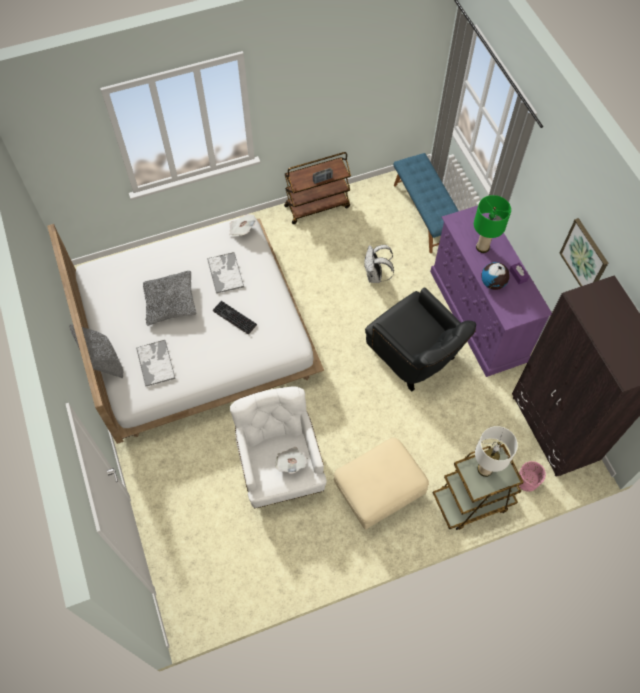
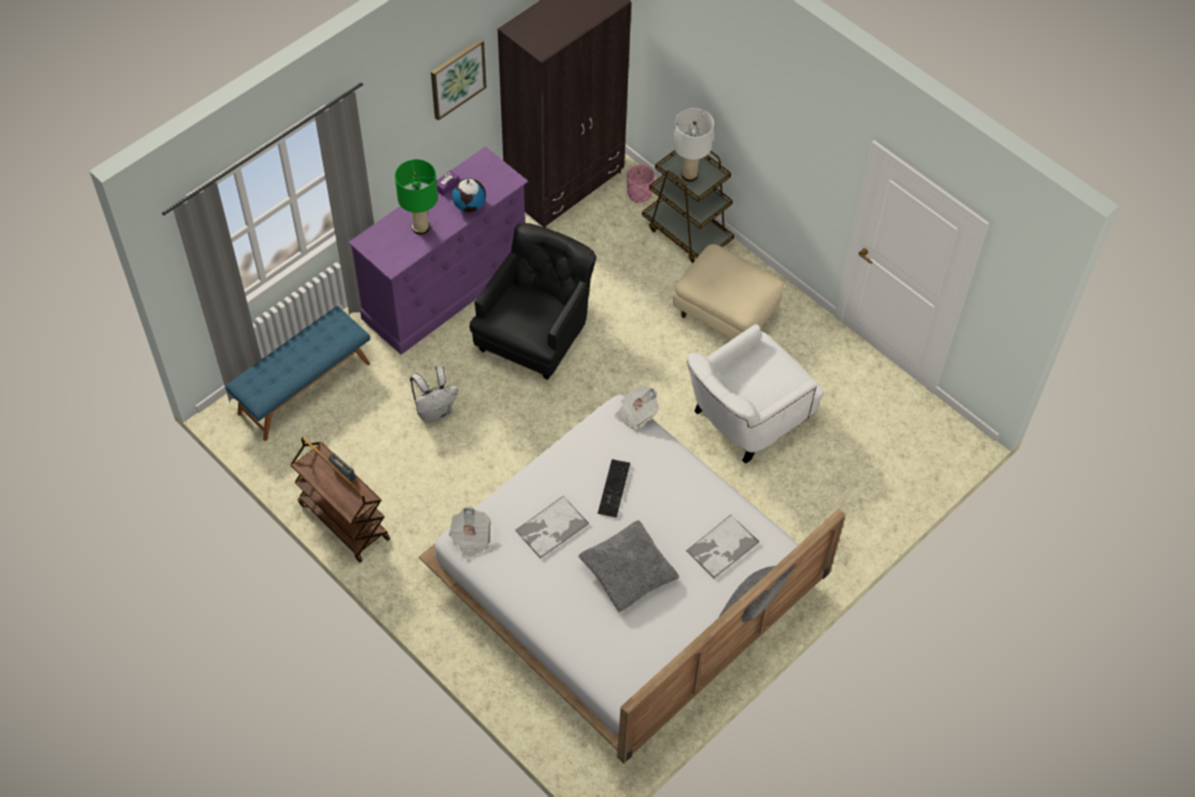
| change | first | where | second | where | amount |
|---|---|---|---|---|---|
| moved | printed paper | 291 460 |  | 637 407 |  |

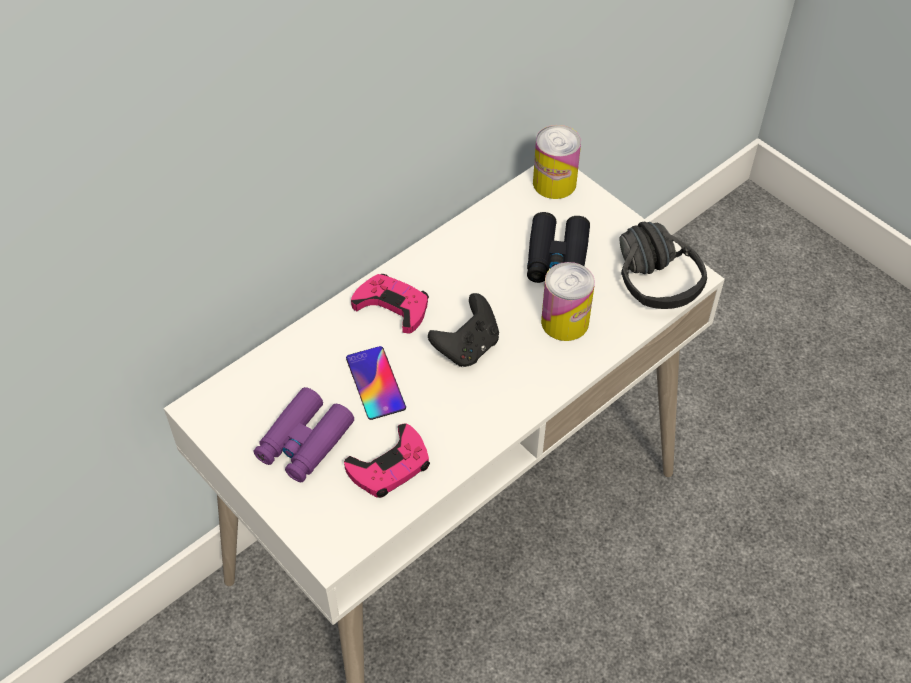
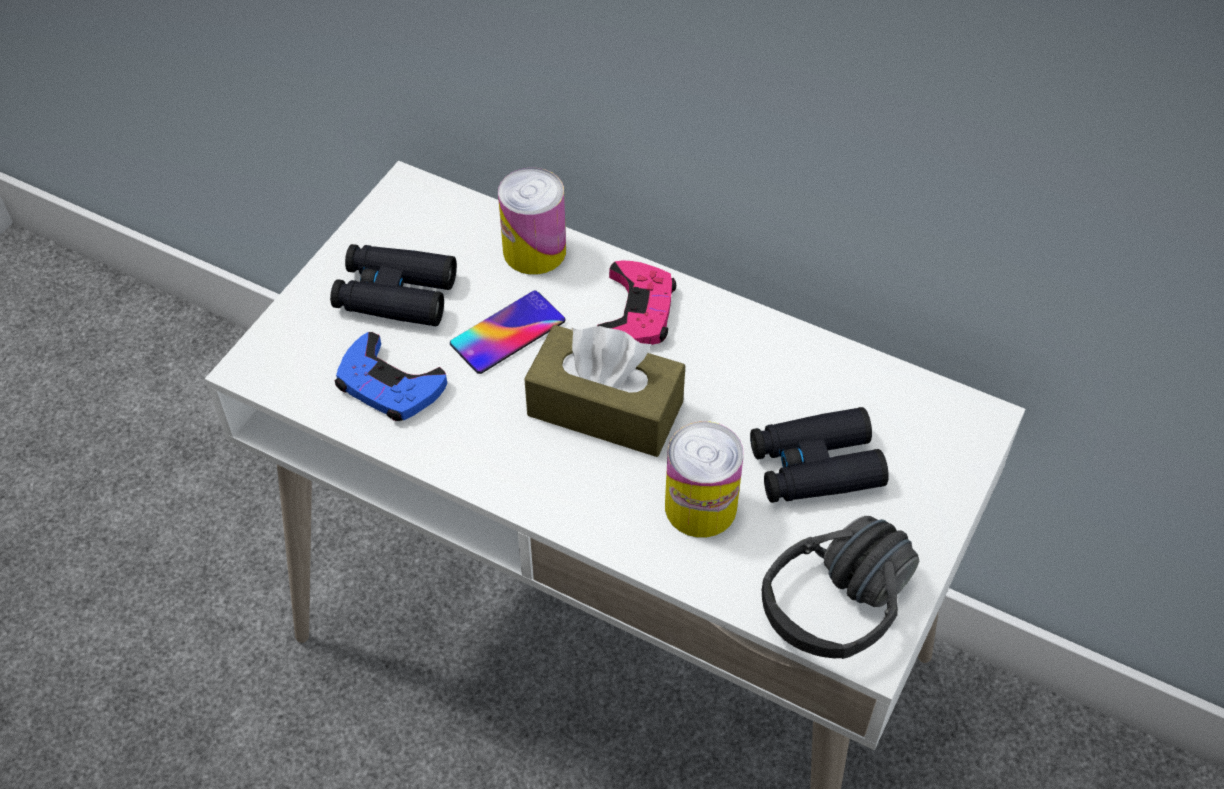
| change | first | where | second | where | amount |
|---|---|---|---|---|---|
| moved | can | 557 162 |  | 532 221 |  |
| replaced | game controller (blackish) | 463 330 | tissue holder (brown) | 604 391 |  |
| recoloured | pair of binoculars (purple) | 304 434 | pair of binoculars (blackish) | 393 285 |  |
| recoloured | game controller (pink) | 387 460 | game controller (blue-coloured) | 391 376 |  |

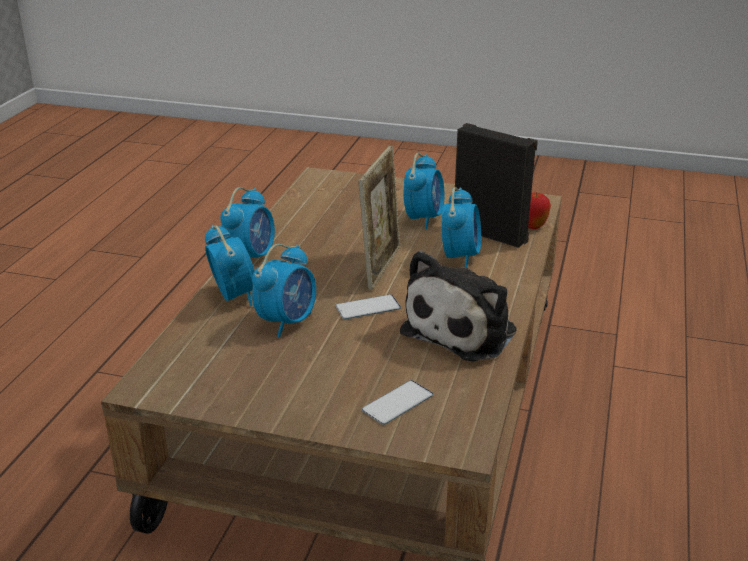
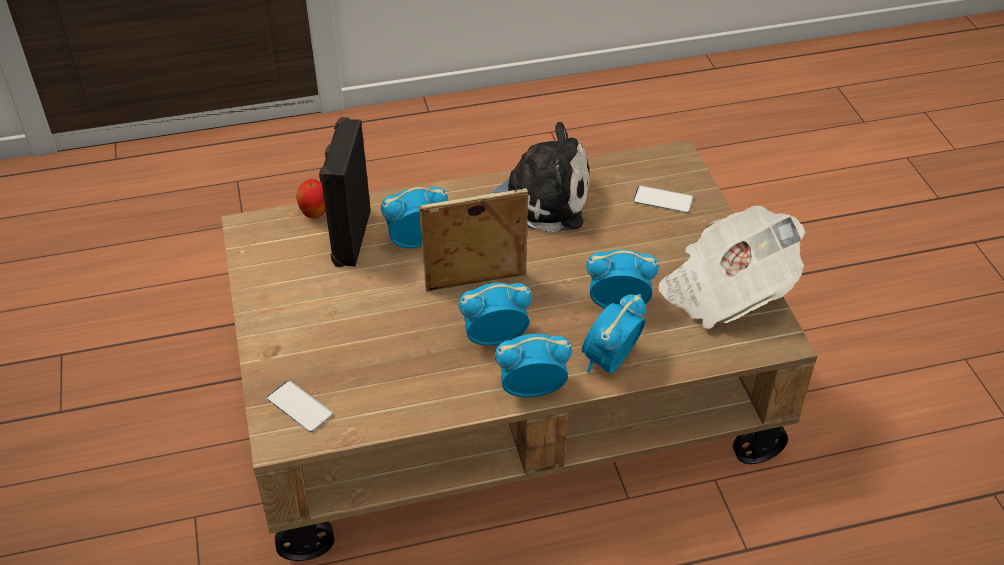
| change | first | where | second | where | amount |
|---|---|---|---|---|---|
| added |  |  | printed paper | 732 267 |  |
| moved | telephone | 368 307 |  | 299 406 |  |
| moved | bedside clock | 423 191 |  | 495 314 |  |

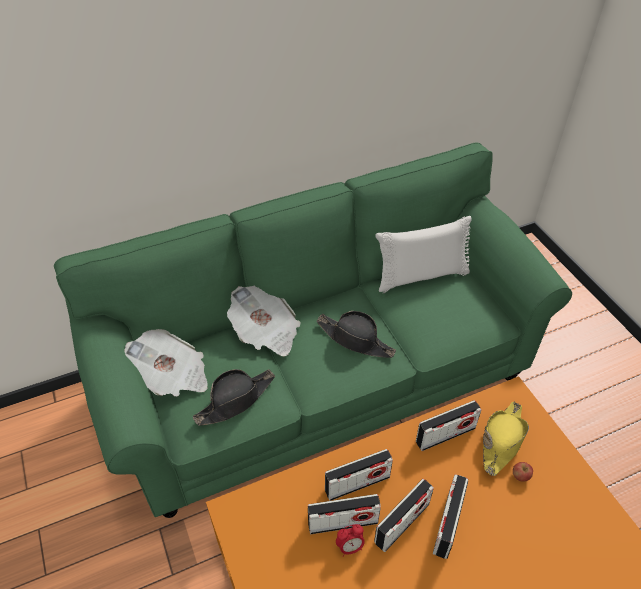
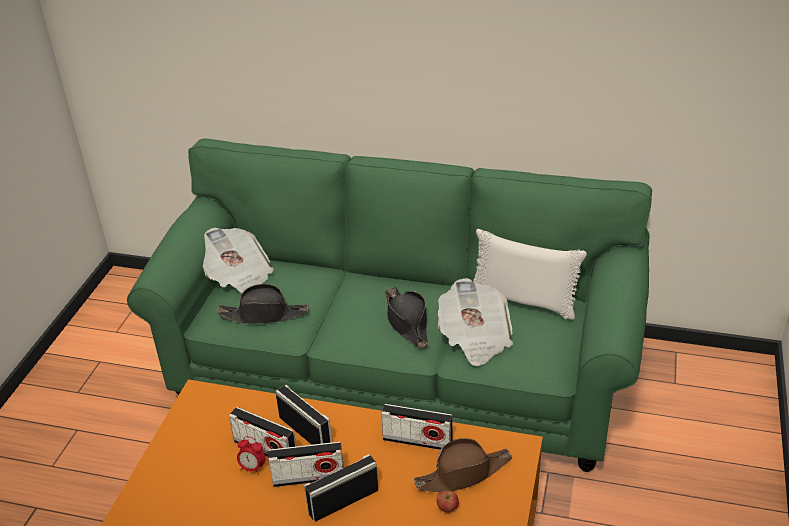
| change | first | where | second | where | amount |
|---|---|---|---|---|---|
| moved | printed paper | 264 321 |  | 475 322 |  |
| recoloured | hat (yellow) | 506 438 | hat (brown) | 463 465 |  |
| turned | radio receiver | 359 475 |  | 304 414 | 150 degrees counterclockwise |

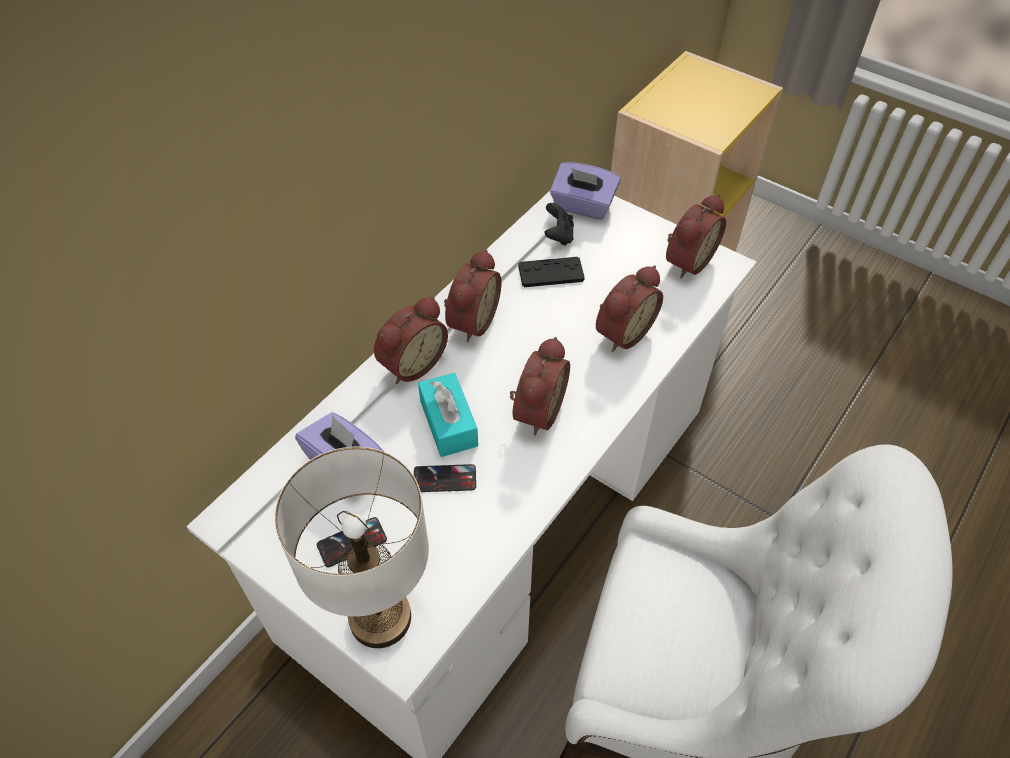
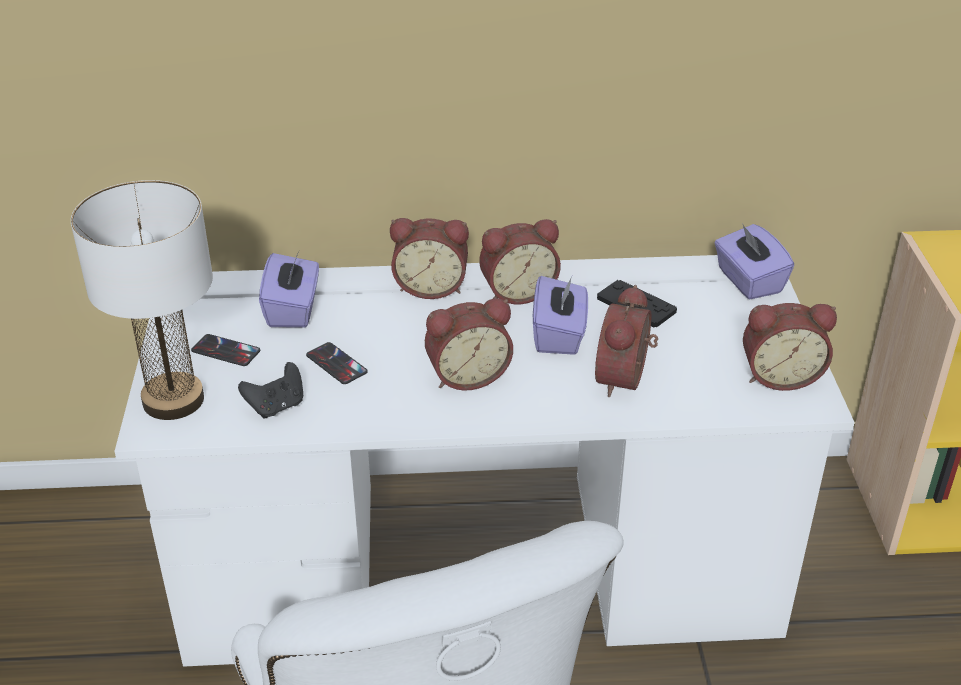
| change | first | where | second | where | amount |
|---|---|---|---|---|---|
| removed | tissue holder (turquoise) | 448 415 |  |  |  |
| added |  |  | tissue holder (purple) | 560 315 |  |
| moved | game controller (blackish) | 559 224 |  | 270 390 |  |
| turned | bedside clock | 629 308 |  | 626 341 | 105 degrees clockwise |

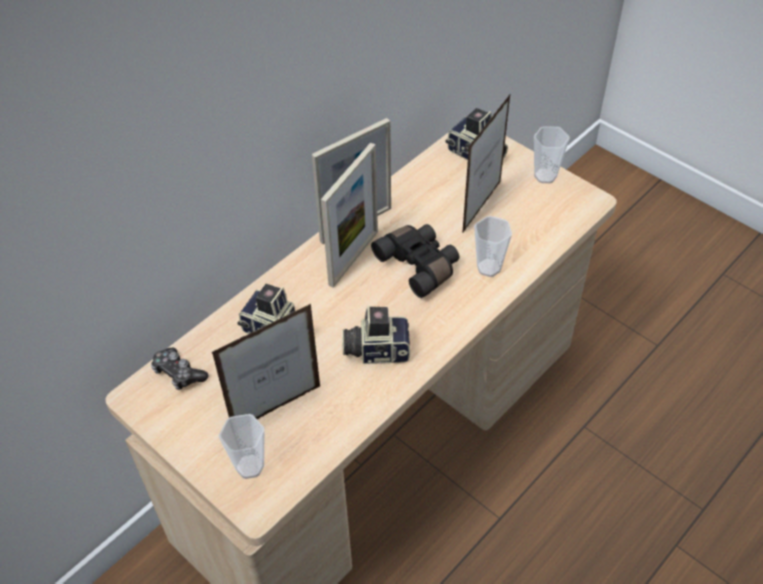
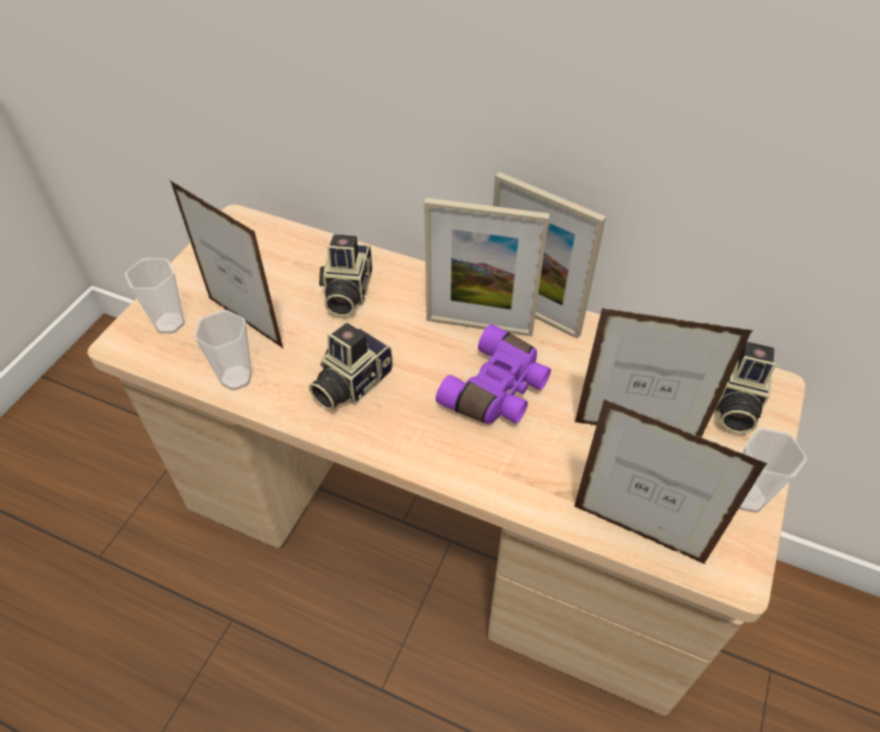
| change | first | where | second | where | amount |
|---|---|---|---|---|---|
| removed | game controller | 179 369 |  |  |  |
| added |  |  | picture frame | 671 481 |  |
| moved | drinking cup | 493 246 |  | 223 350 |  |
| recoloured | pair of binoculars (blackish) | 415 261 | pair of binoculars (purple) | 493 374 |  |
| turned | still camera | 376 334 |  | 351 366 | 120 degrees counterclockwise |

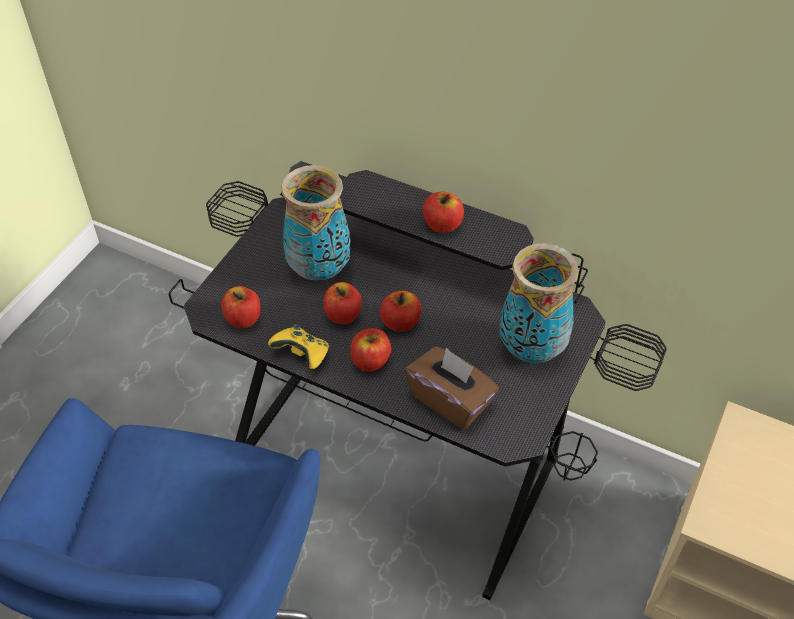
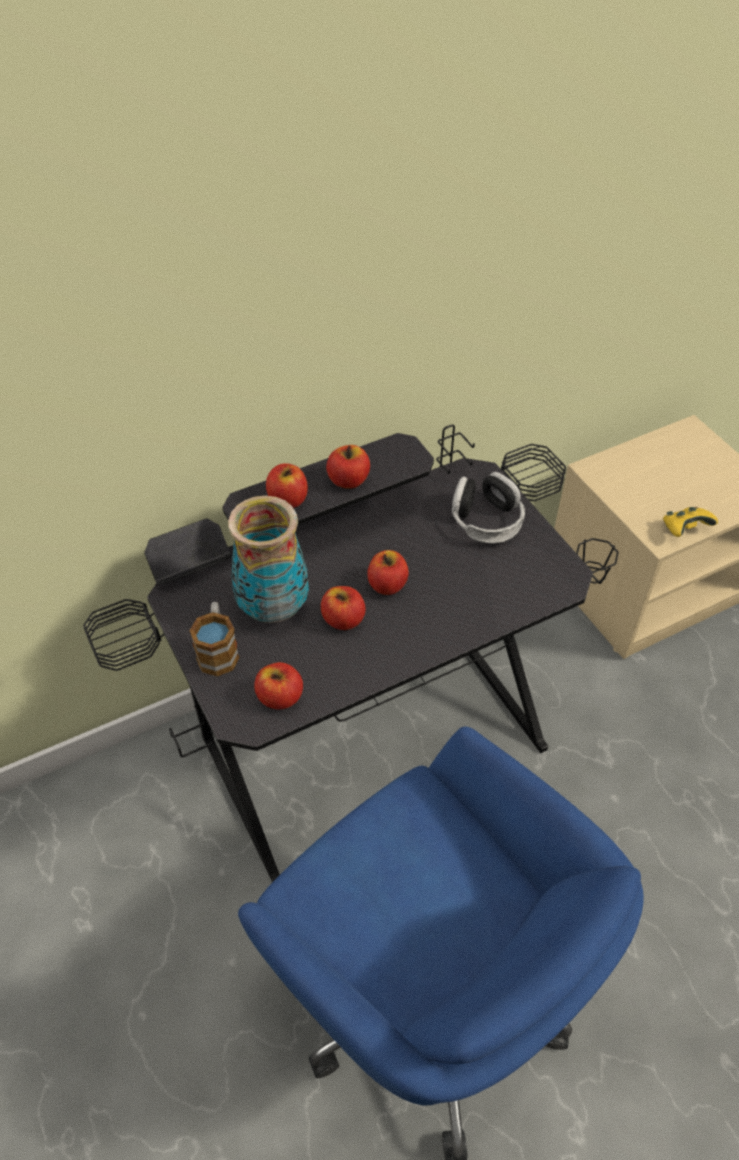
| change | first | where | second | where | amount |
|---|---|---|---|---|---|
| removed | tissue holder (brown) | 452 388 |  |  |  |
| added |  |  | mug | 214 639 |  |
| moved | game controller (yellow) | 298 346 |  | 690 522 |  |
| moved | apple | 370 350 |  | 287 485 |  |
| replaced | vase | 539 303 | pair of headphones | 488 508 |  |

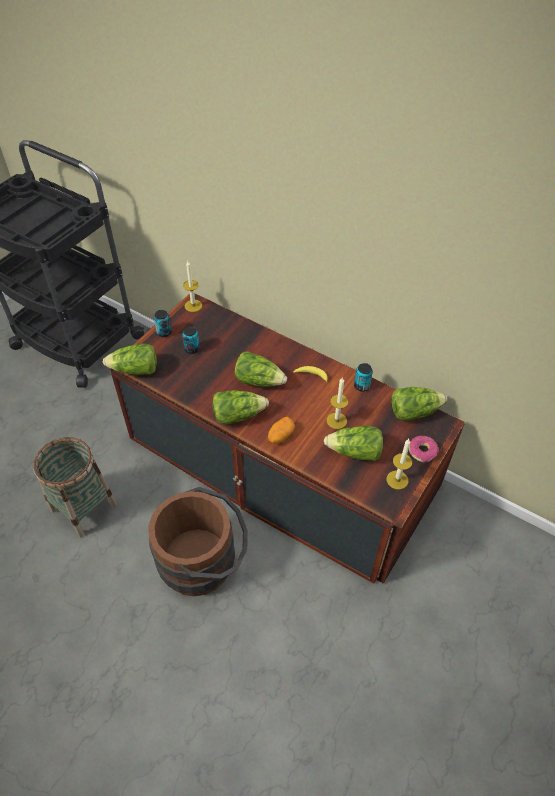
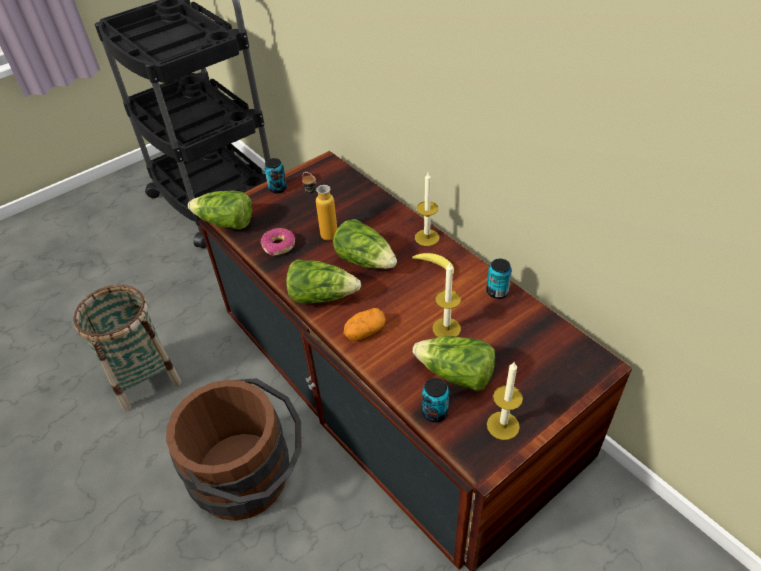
| change | first | where | second | where | amount |
|---|---|---|---|---|---|
| removed | lettuce | 419 404 |  |  |  |
| added |  |  | beverage bottle | 319 206 |  |
| moved | can | 191 340 |  | 435 400 |  |
| moved | wax light | 192 286 |  | 427 209 |  |
| moved | ring doughnut | 424 449 |  | 277 242 |  |

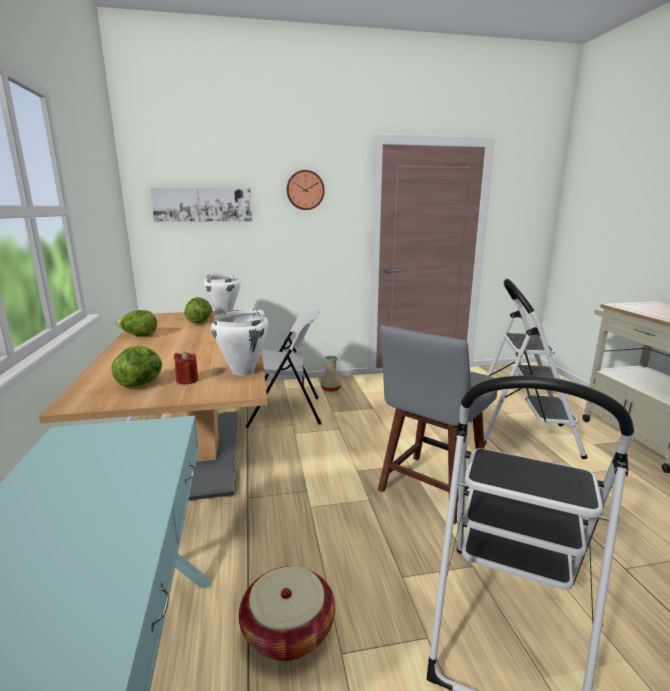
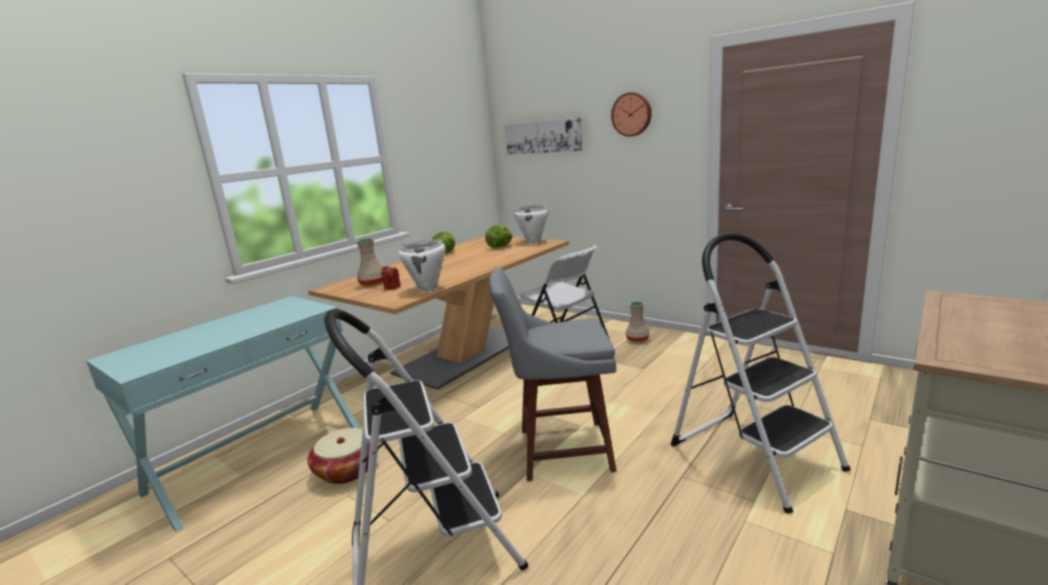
| change | first | where | second | where | amount |
|---|---|---|---|---|---|
| replaced | lettuce | 137 367 | vase (beige-coloured) | 369 262 |  |

